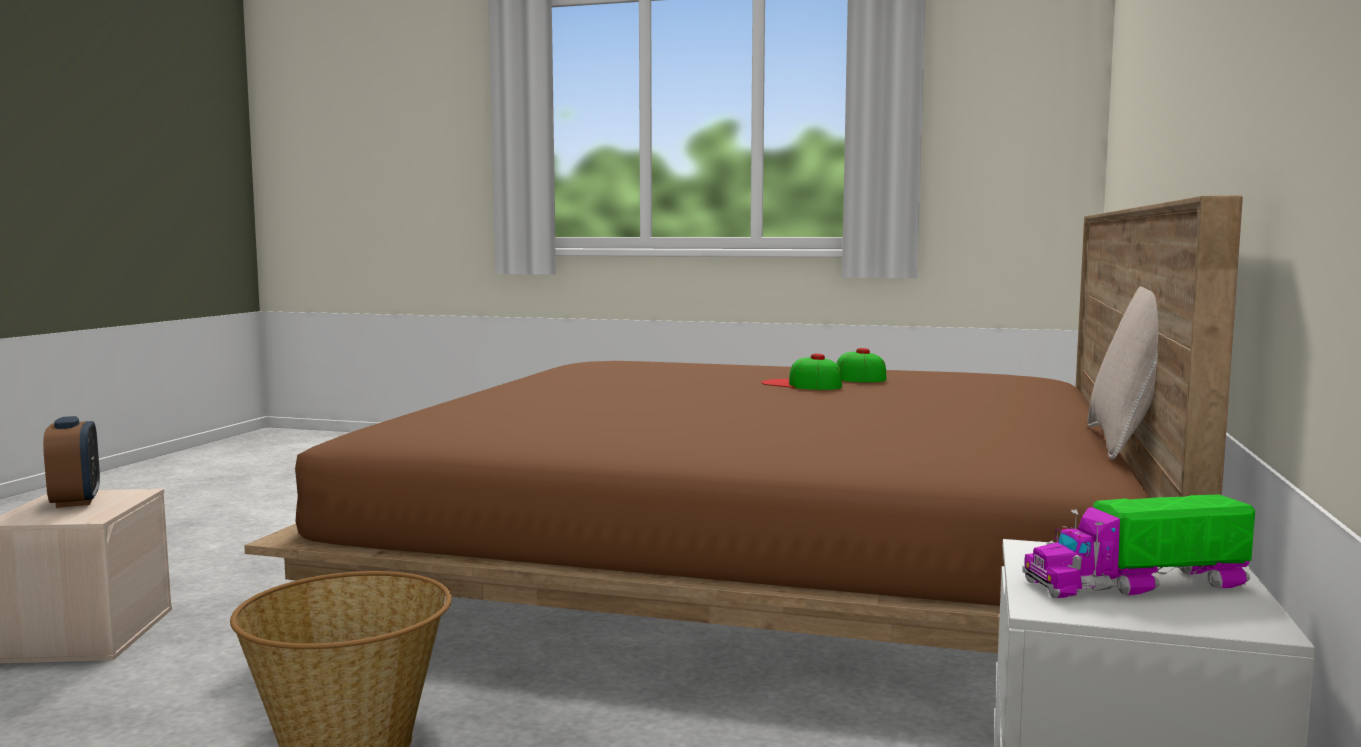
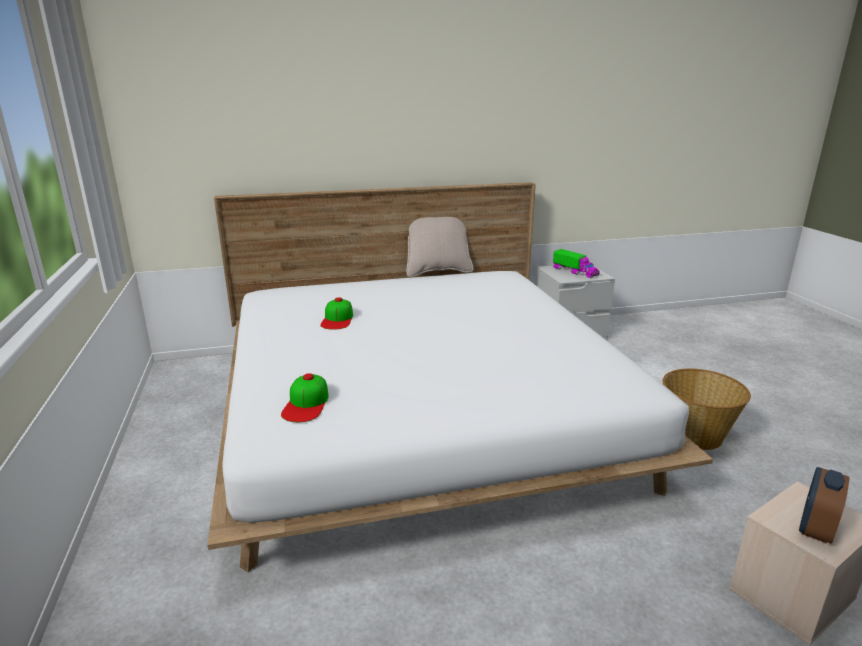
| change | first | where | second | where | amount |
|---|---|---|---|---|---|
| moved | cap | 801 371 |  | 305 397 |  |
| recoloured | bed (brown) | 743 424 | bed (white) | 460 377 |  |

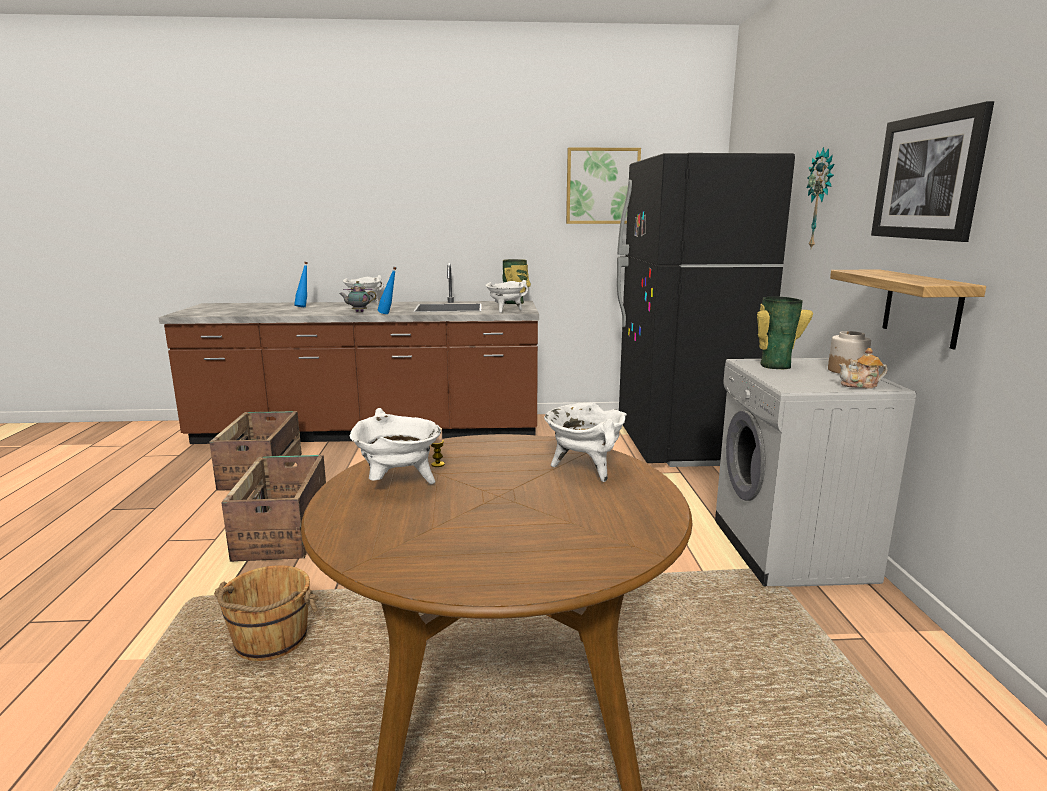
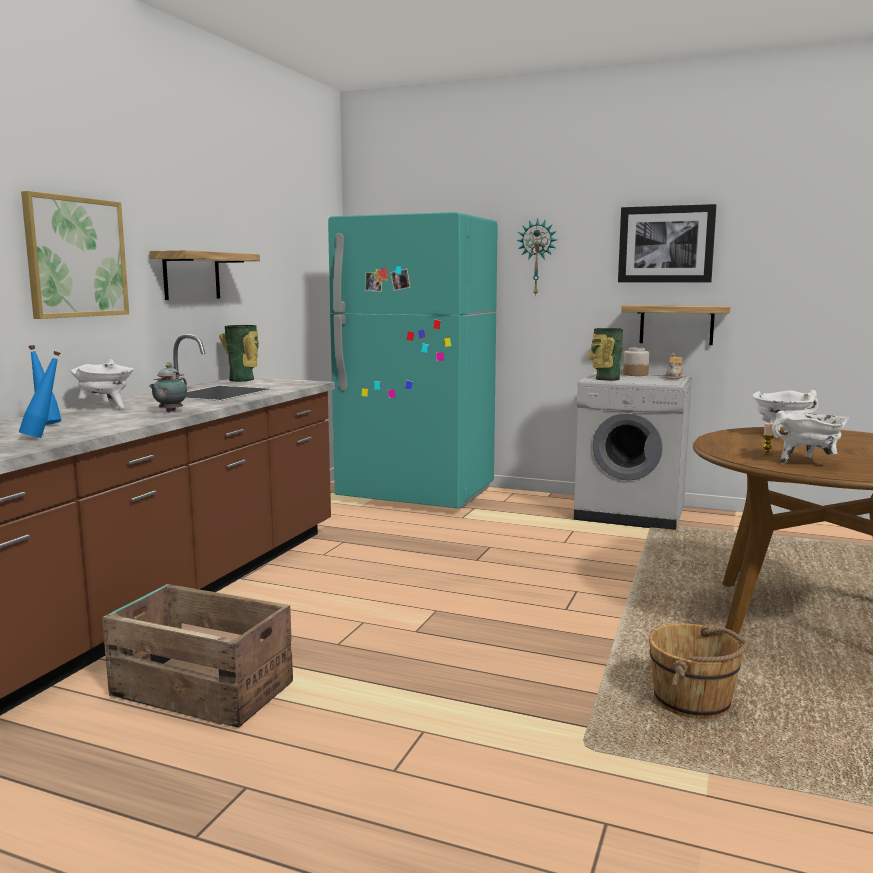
| change | first | where | second | where | amount |
|---|---|---|---|---|---|
| removed | packing crate | 273 508 |  |  |  |
| removed | saucepot (white) | 507 296 |  |  |  |
| added |  |  | shelf | 204 275 |  |
| moved | beverage bottle (blue-coloured) | 387 290 |  | 39 394 |  |
| moved | wall picture | 603 185 |  | 75 255 |  |
| recoloured | fridge (blackish) | 706 310 | fridge (turquoise) | 413 360 |  |

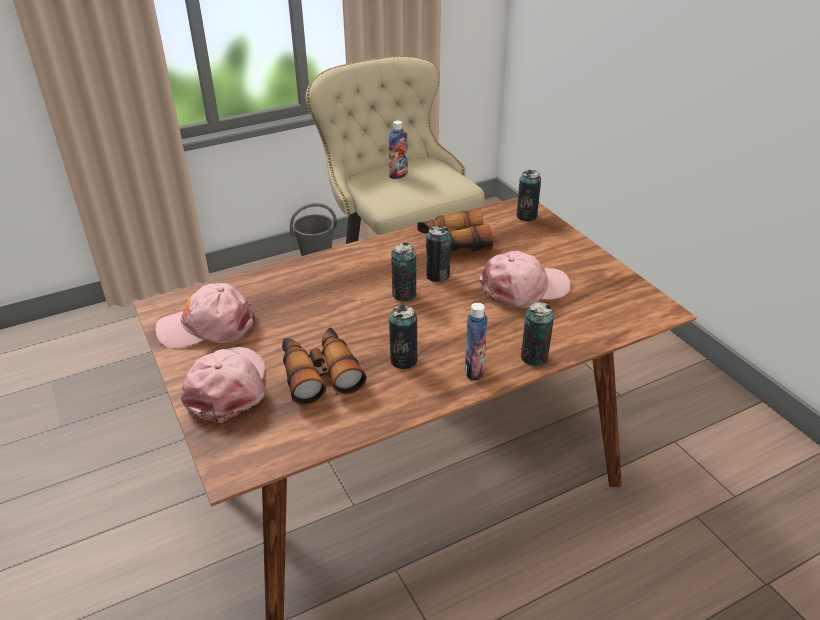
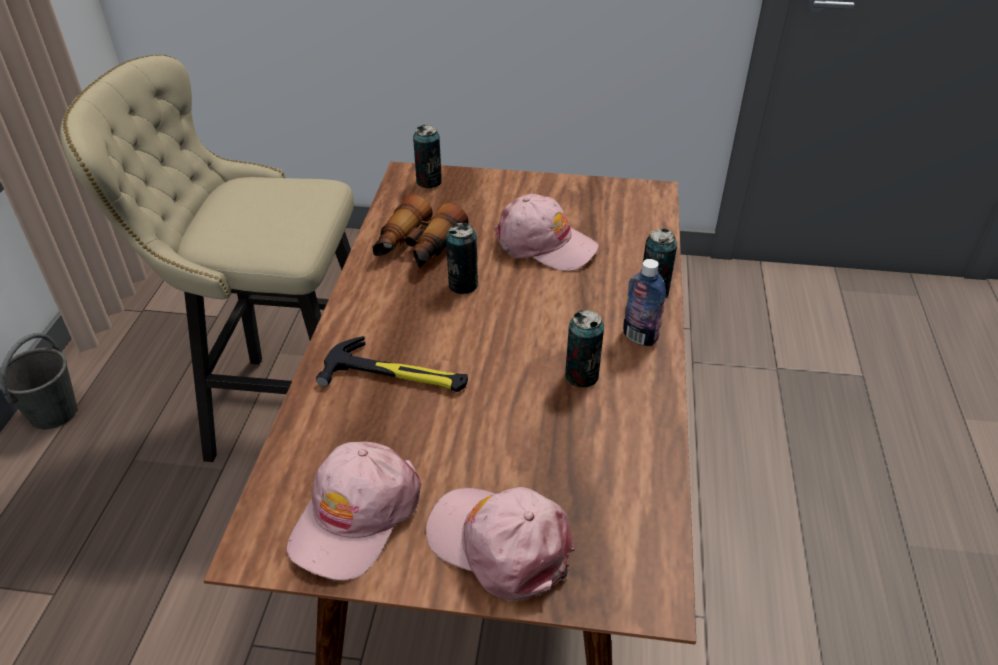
| change | first | where | second | where | amount |
|---|---|---|---|---|---|
| removed | pair of binoculars | 324 366 |  |  |  |
| removed | beverage bottle | 398 150 |  |  |  |
| removed | can | 404 272 |  |  |  |
| added |  |  | hammer | 392 364 |  |
| turned | cap (pink) | 525 279 |  | 546 232 | 105 degrees clockwise |

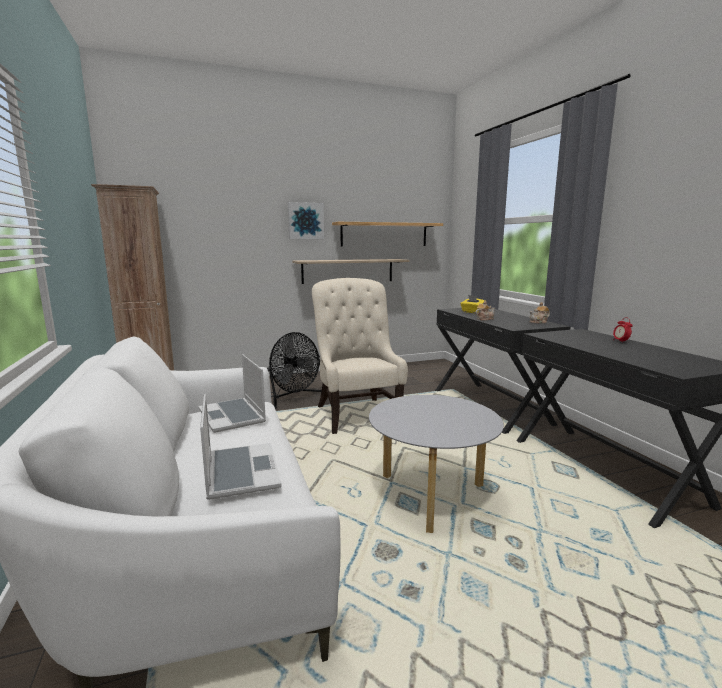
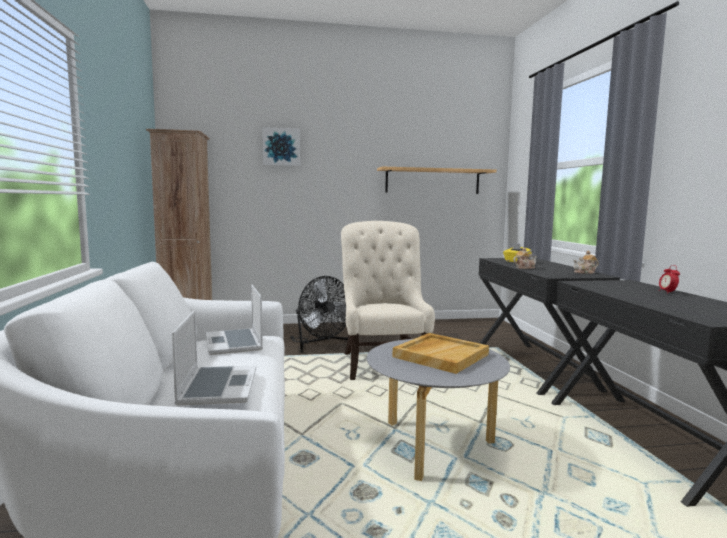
| change | first | where | second | where | amount |
|---|---|---|---|---|---|
| removed | shelf | 351 271 |  |  |  |
| added |  |  | serving tray (beige-coloured) | 441 353 |  |
| moved | wall picture | 306 220 |  | 281 146 |  |

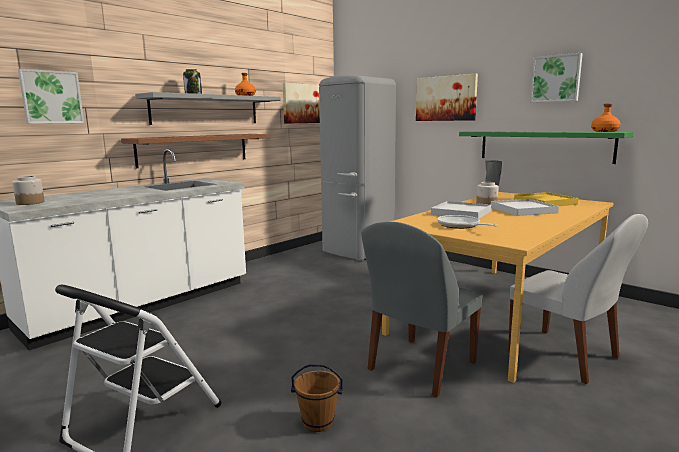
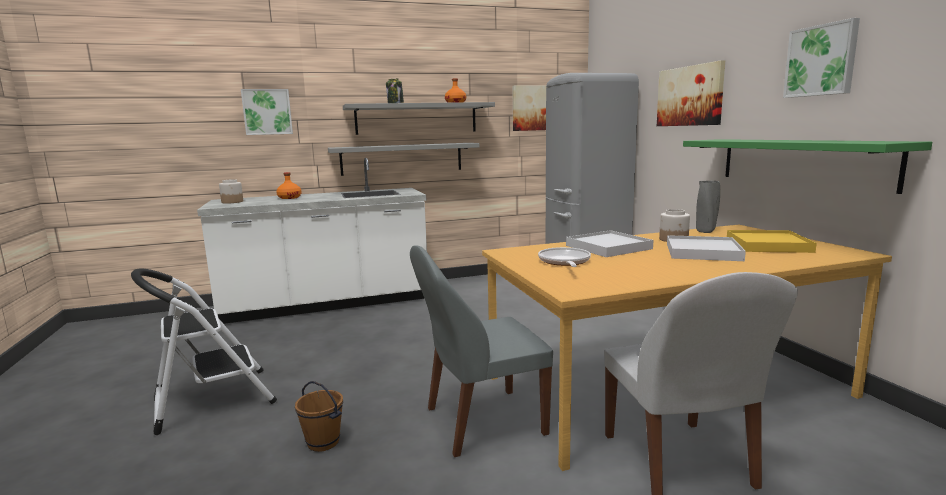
| change | first | where | second | where | amount |
|---|---|---|---|---|---|
| moved | beverage bottle (orange-coloured) | 606 118 |  | 288 185 |  |
| recoloured | shelf (brown) | 195 151 | shelf (greyish) | 403 159 |  |

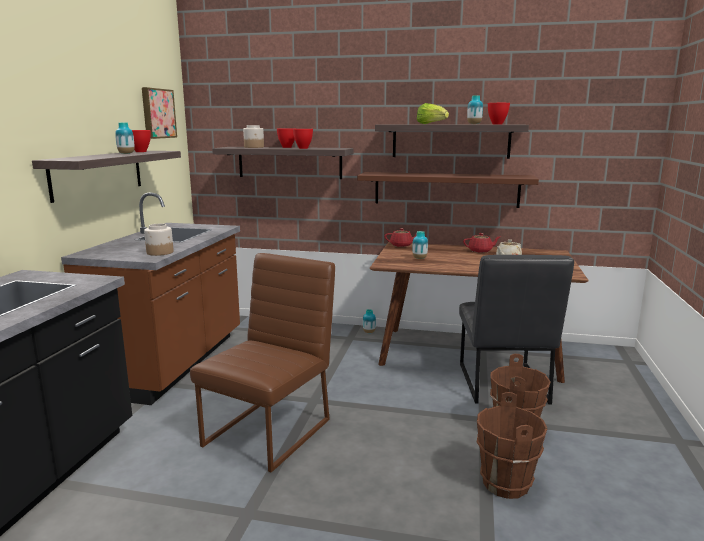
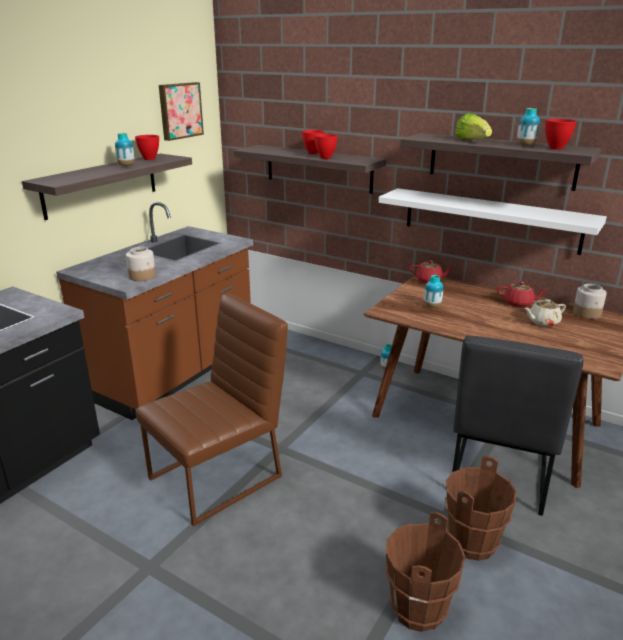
| change | first | where | second | where | amount |
|---|---|---|---|---|---|
| moved | preserve jar | 253 136 |  | 590 301 |  |
| recoloured | shelf (brown) | 448 190 | shelf (white) | 492 221 |  |

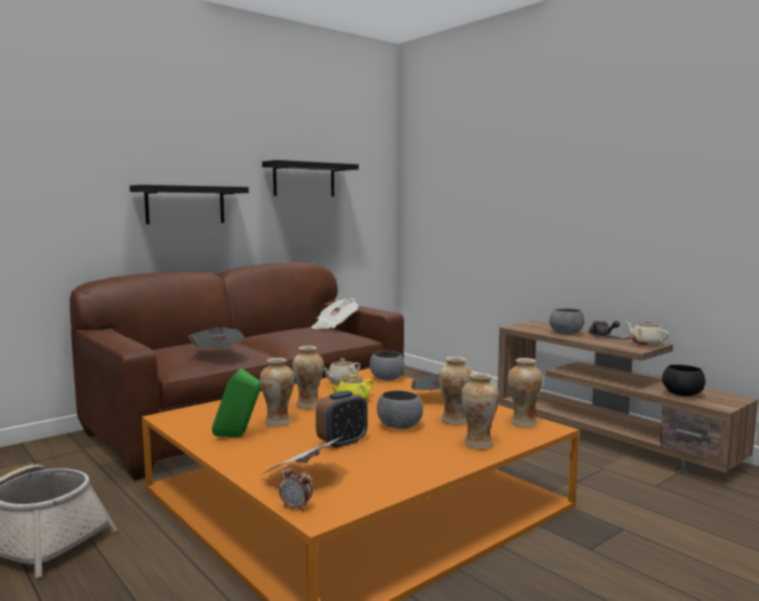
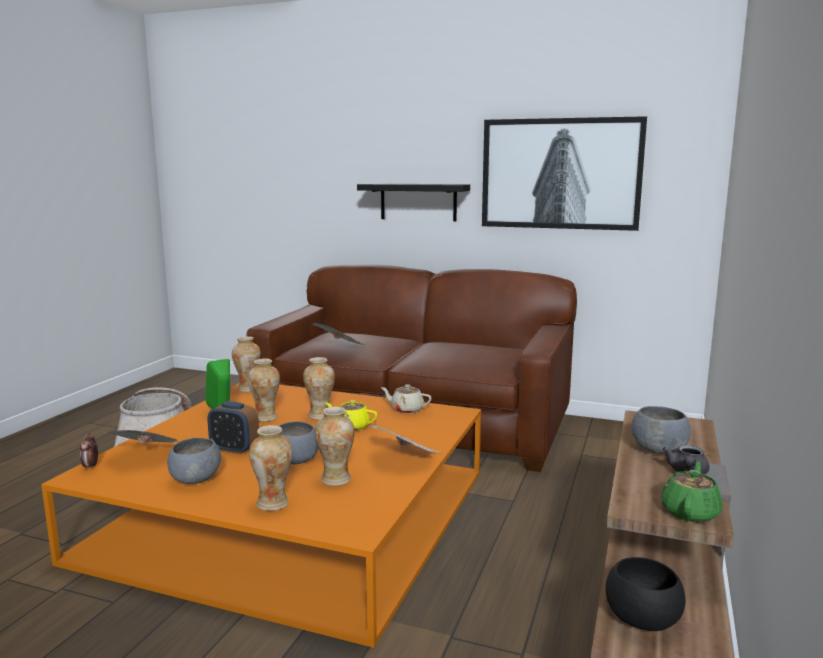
| change | first | where | second | where | amount |
|---|---|---|---|---|---|
| removed | printed paper | 335 313 |  |  |  |
| moved | deep dish (greyish) | 387 365 |  | 194 461 |  |
| moved | vase | 525 392 |  | 246 364 |  |
| replaced | shelf (blackish) | 310 178 | wall picture | 564 173 |  |
| recoloured | pot for tea (beige-coloured) | 647 333 | pot for tea (green-coloured) | 692 492 |  |

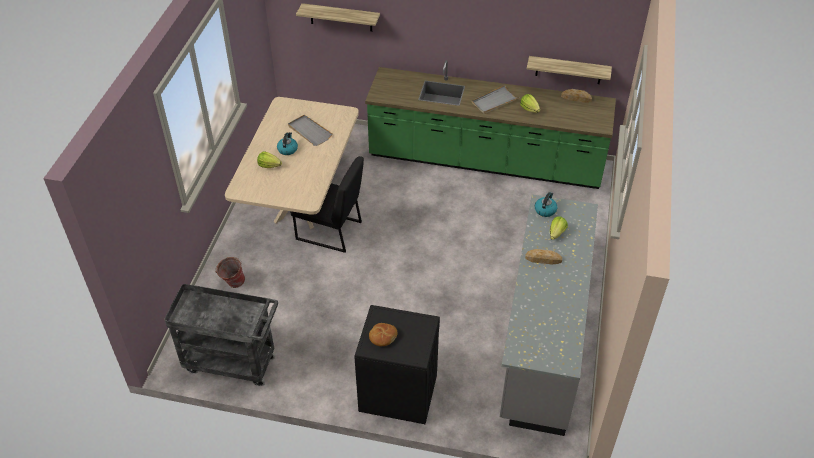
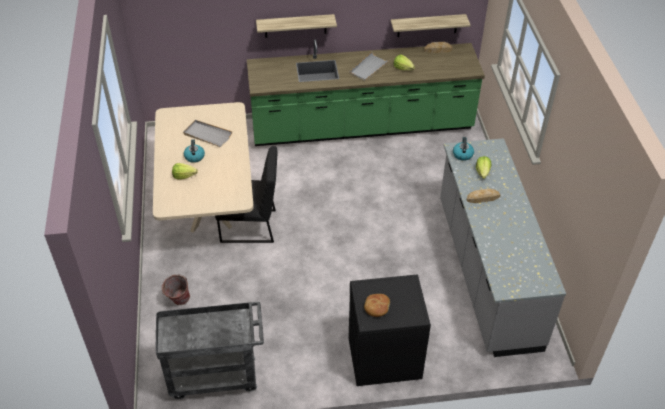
| change | first | where | second | where | amount |
|---|---|---|---|---|---|
| moved | shelf | 338 17 |  | 296 26 |  |

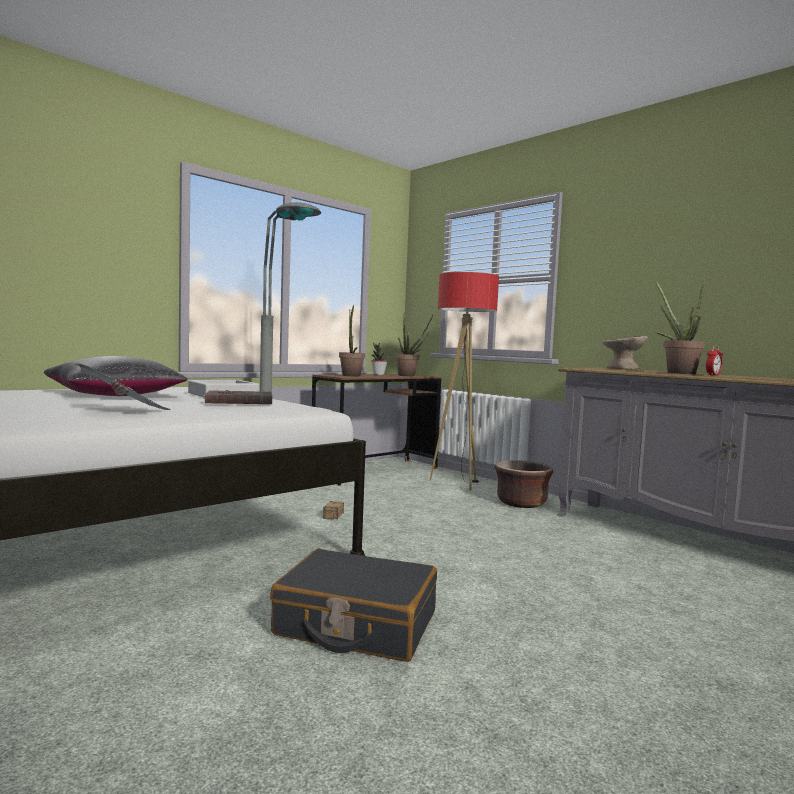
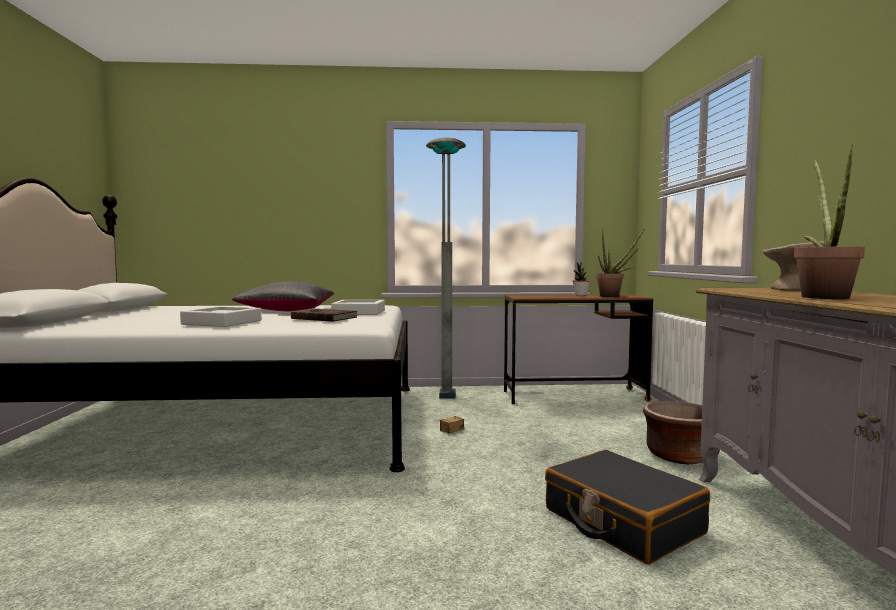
| change | first | where | second | where | amount |
|---|---|---|---|---|---|
| removed | houseplant | 352 340 |  |  |  |
| removed | floor lamp | 464 381 |  |  |  |
| removed | bedside clock | 714 360 |  |  |  |
| moved | piece of luggage (blackish) | 353 605 |  | 627 507 |  |
| replaced | printed paper | 122 386 | serving tray (greyish) | 220 316 |  |

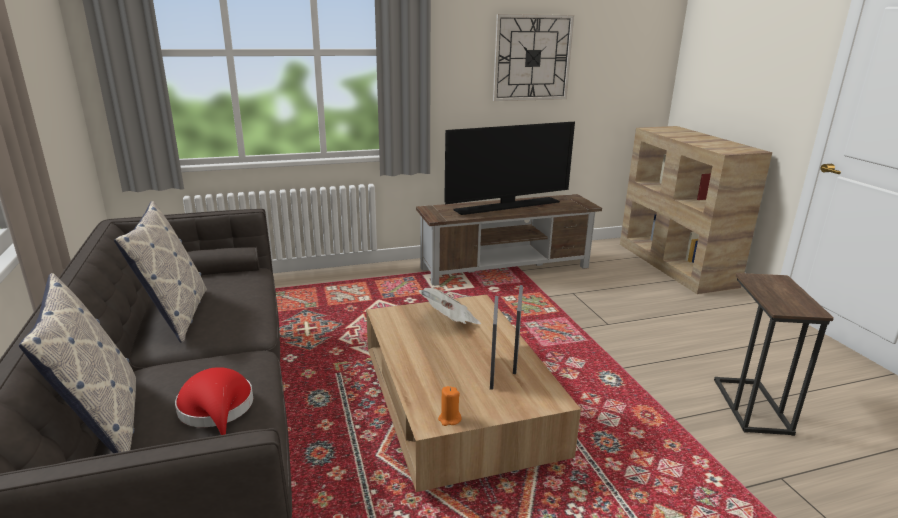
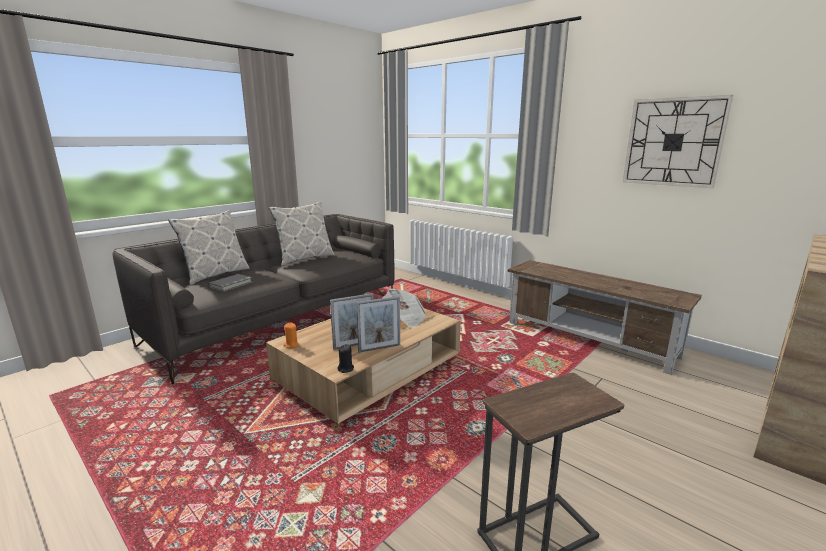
| change | first | where | second | where | amount |
|---|---|---|---|---|---|
| removed | TV set | 509 168 |  |  |  |
| added |  |  | wax light (blackish) | 345 358 |  |
| replaced | hat (red) | 214 401 | book (greyish) | 230 283 |  |

